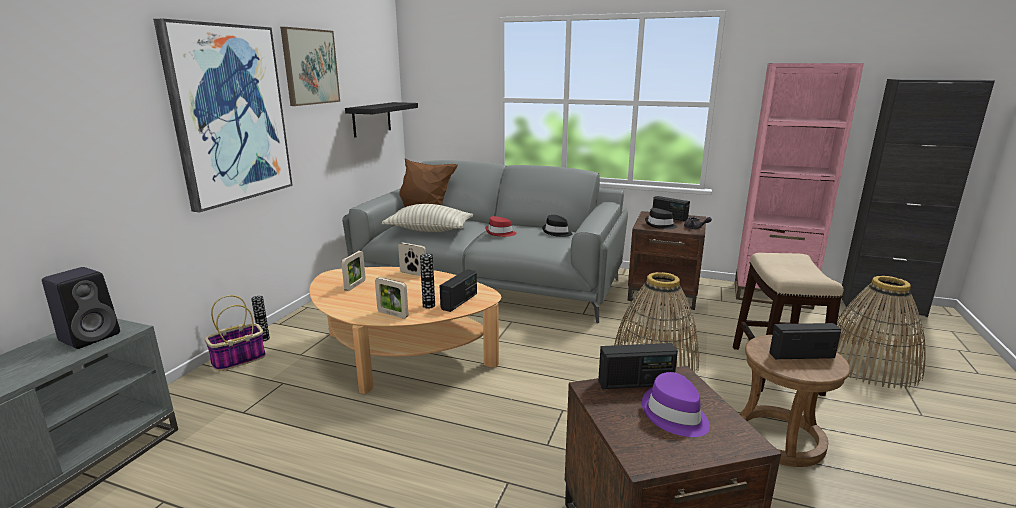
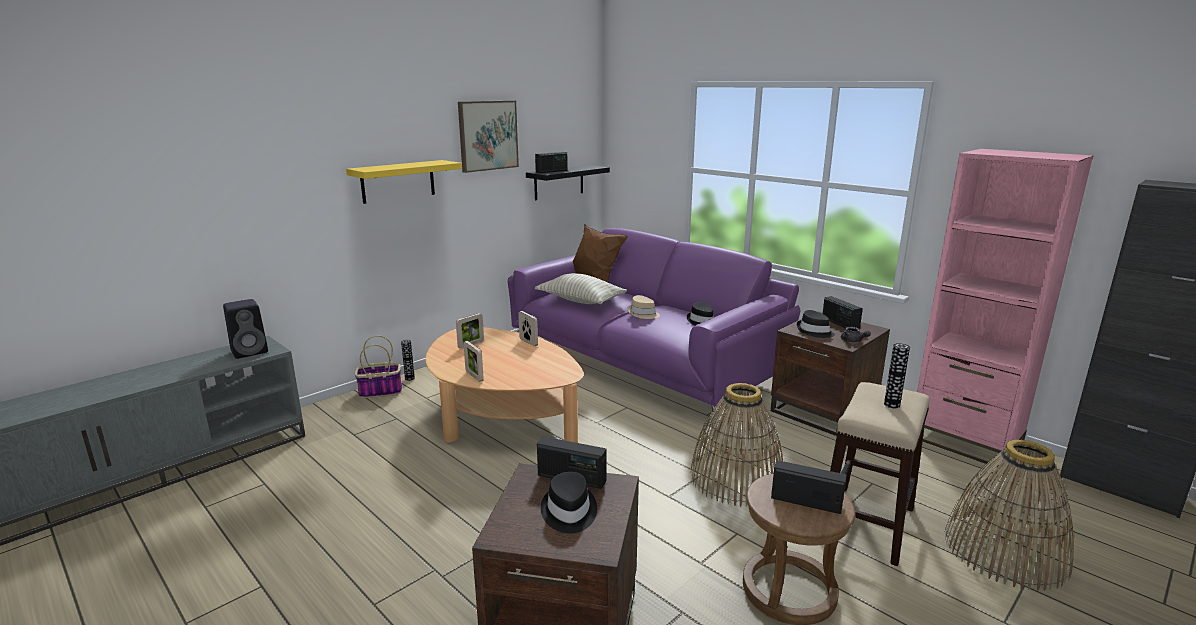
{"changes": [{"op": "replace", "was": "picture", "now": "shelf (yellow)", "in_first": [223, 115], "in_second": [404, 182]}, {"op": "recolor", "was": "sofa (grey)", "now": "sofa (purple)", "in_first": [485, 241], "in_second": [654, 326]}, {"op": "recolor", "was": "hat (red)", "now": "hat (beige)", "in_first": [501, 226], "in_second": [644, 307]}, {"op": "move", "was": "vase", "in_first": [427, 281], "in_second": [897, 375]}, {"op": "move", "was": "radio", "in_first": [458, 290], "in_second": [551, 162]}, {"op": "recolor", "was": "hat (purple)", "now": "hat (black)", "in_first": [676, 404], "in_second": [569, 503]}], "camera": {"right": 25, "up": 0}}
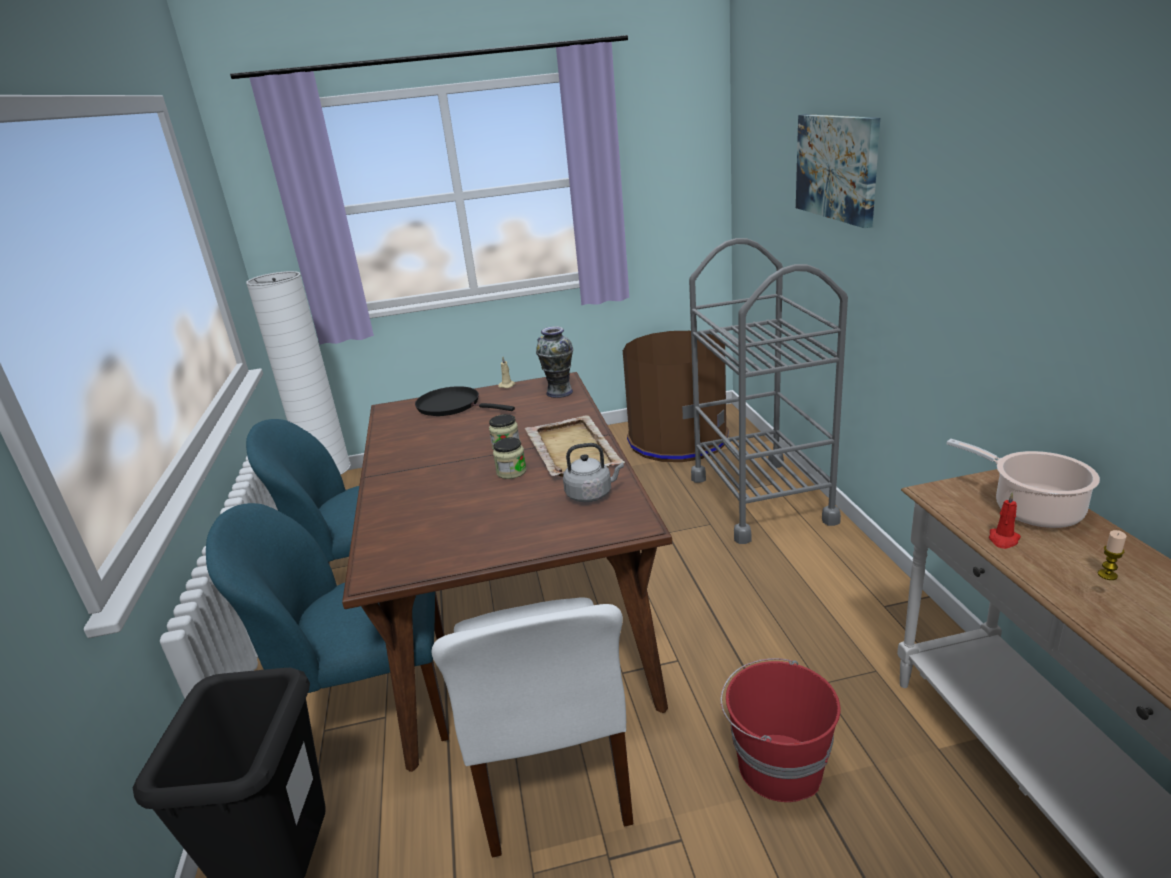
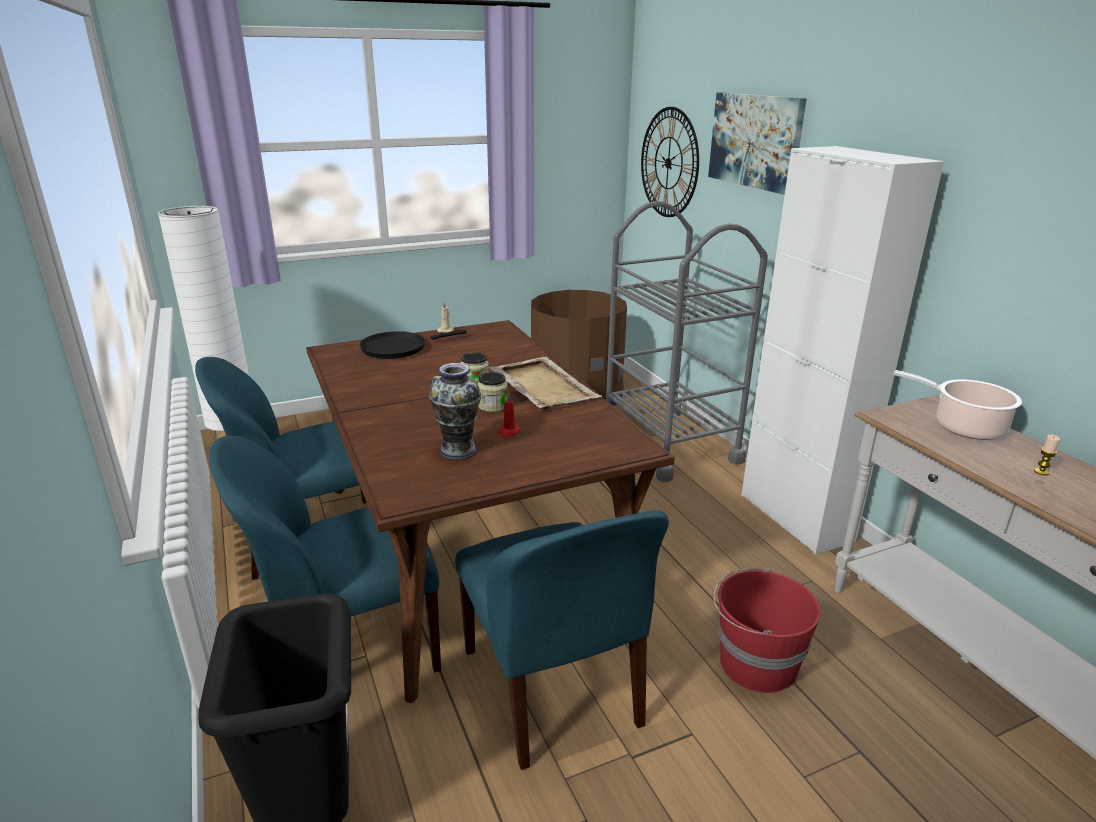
{"changes": [{"op": "move", "was": "vase", "in_first": [554, 362], "in_second": [455, 411]}, {"op": "rotate", "was": "frying pan (black)", "in_first": [465, 401], "in_second": [413, 344], "clockwise": -45}, {"op": "delete", "was": "kettle (grey)", "in_first": [593, 472]}, {"op": "move", "was": "candle (red)", "in_first": [1005, 520], "in_second": [509, 416]}, {"op": "recolor", "was": "chair (white)", "now": "chair (blue)", "in_first": [532, 727], "in_second": [562, 640]}, {"op": "insert", "now": "wall clock", "in_second": [670, 162]}, {"op": "insert", "now": "cabinet (white)", "in_second": [842, 350]}], "camera": {"right": -15, "up": 0}}
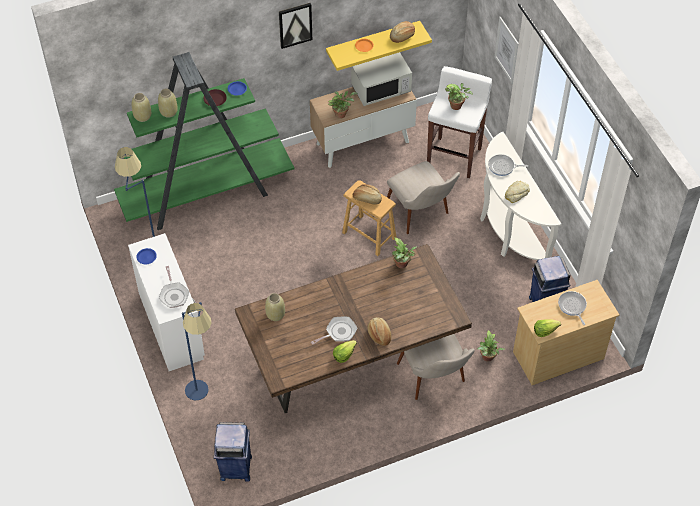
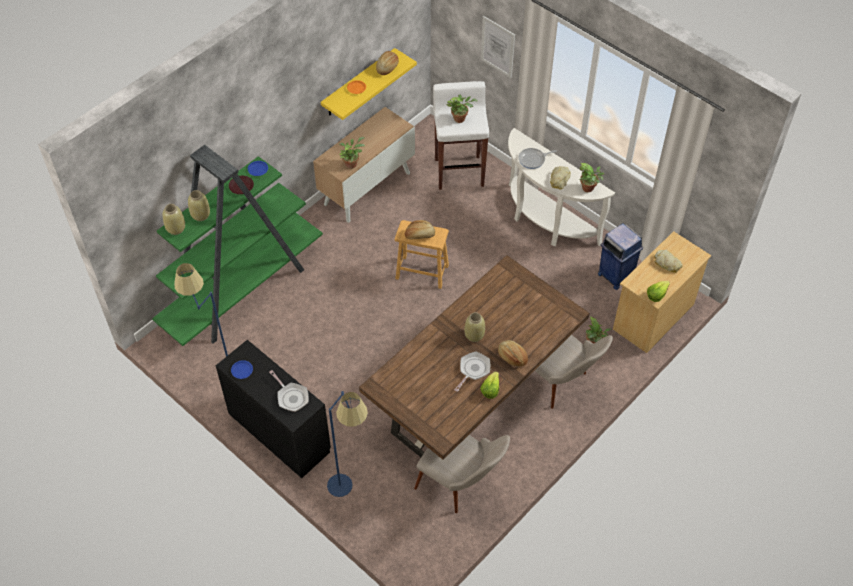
{"changes": [{"op": "delete", "was": "picture", "in_first": [295, 26]}, {"op": "delete", "was": "microwave (white)", "in_first": [381, 79]}, {"op": "move", "was": "chair (beige)", "in_first": [423, 197], "in_second": [462, 474]}, {"op": "recolor", "was": "desk (white)", "now": "desk (black)", "in_first": [166, 302], "in_second": [273, 409]}, {"op": "move", "was": "potted plant", "in_first": [404, 252], "in_second": [592, 177]}, {"op": "replace", "was": "frying pan", "now": "bread", "in_first": [572, 308], "in_second": [668, 261]}, {"op": "move", "was": "vase (beige)", "in_first": [275, 307], "in_second": [475, 327]}, {"op": "delete", "was": "trash can (blue)", "in_first": [233, 452]}], "camera": {"right": -25, "up": 0}}
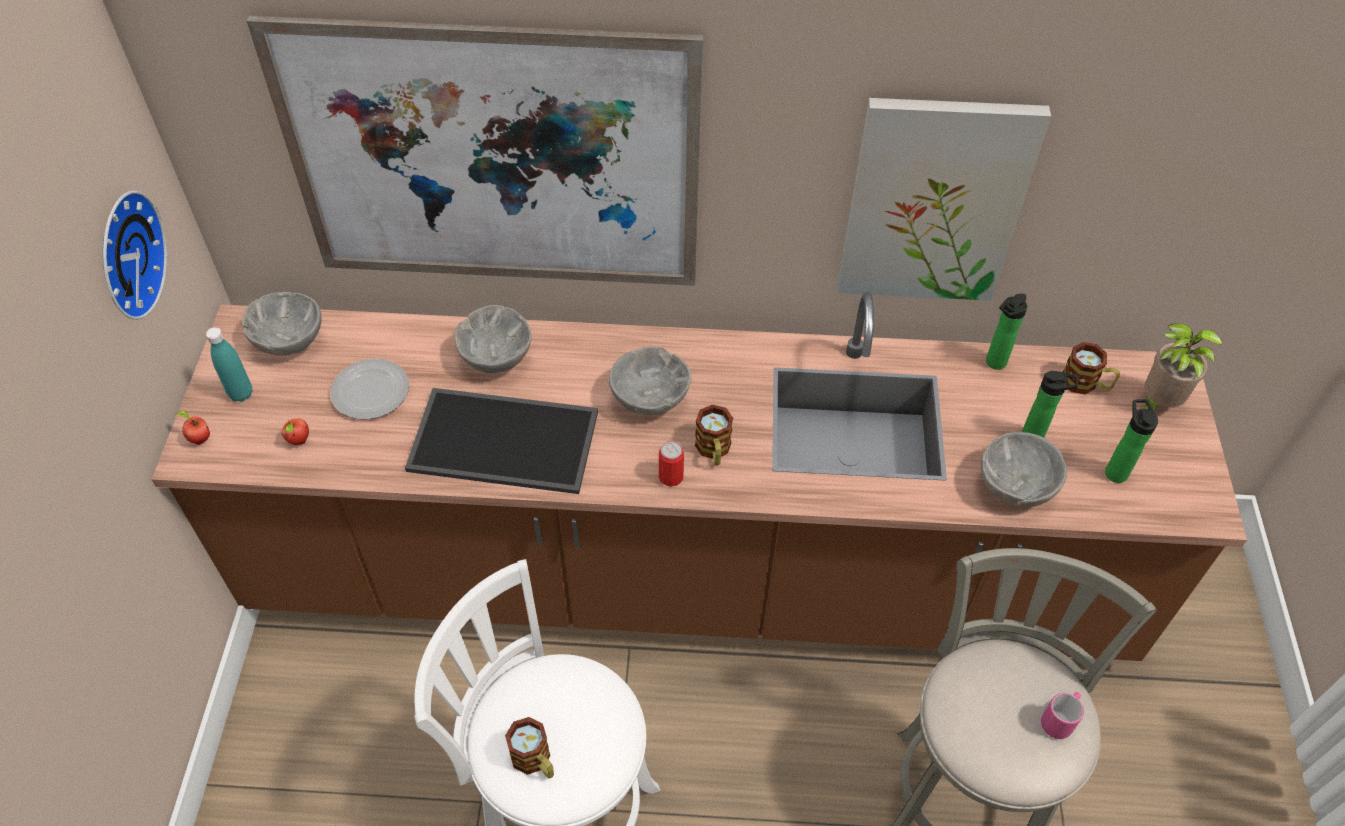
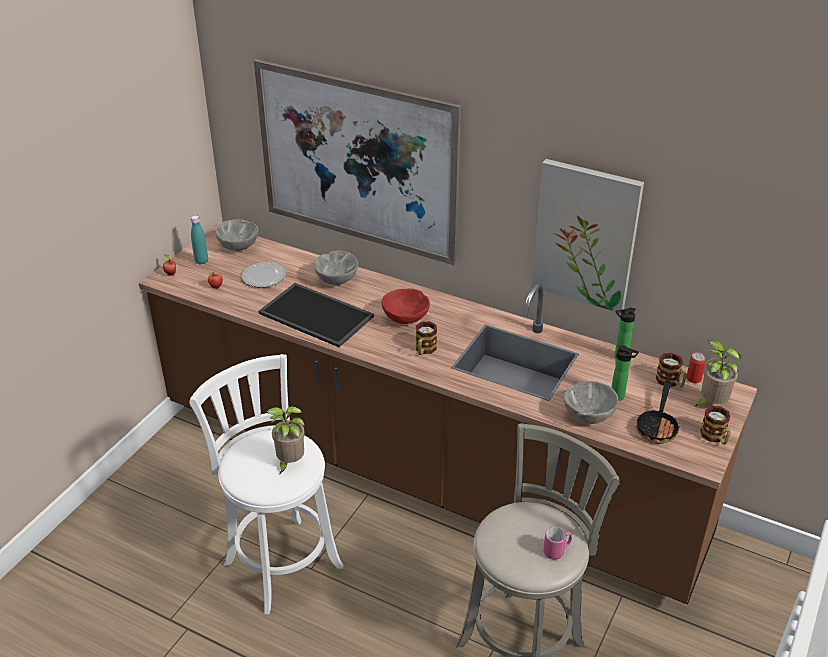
{"changes": [{"op": "delete", "was": "wall clock", "in_first": [135, 255]}, {"op": "recolor", "was": "bowl (grey)", "now": "bowl (red)", "in_first": [650, 380], "in_second": [405, 306]}, {"op": "replace", "was": "bottle", "now": "frying pan", "in_first": [1131, 441], "in_second": [658, 412]}, {"op": "move", "was": "can", "in_first": [671, 463], "in_second": [696, 367]}, {"op": "move", "was": "mug", "in_first": [529, 747], "in_second": [716, 425]}, {"op": "insert", "now": "potted plant", "in_second": [285, 440]}], "camera": {"right": 25, "up": -15}}
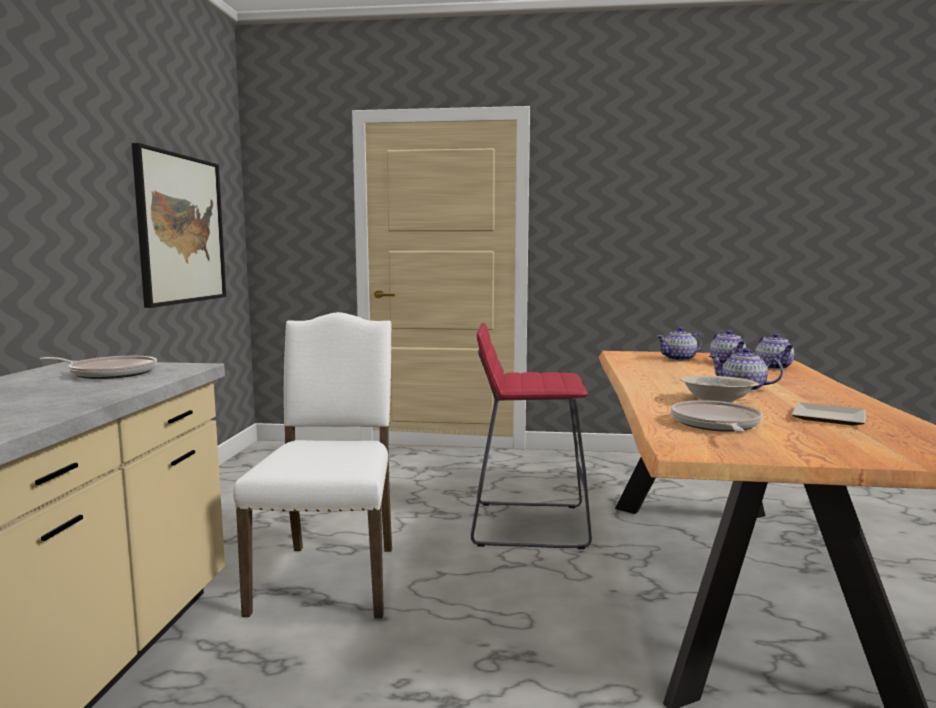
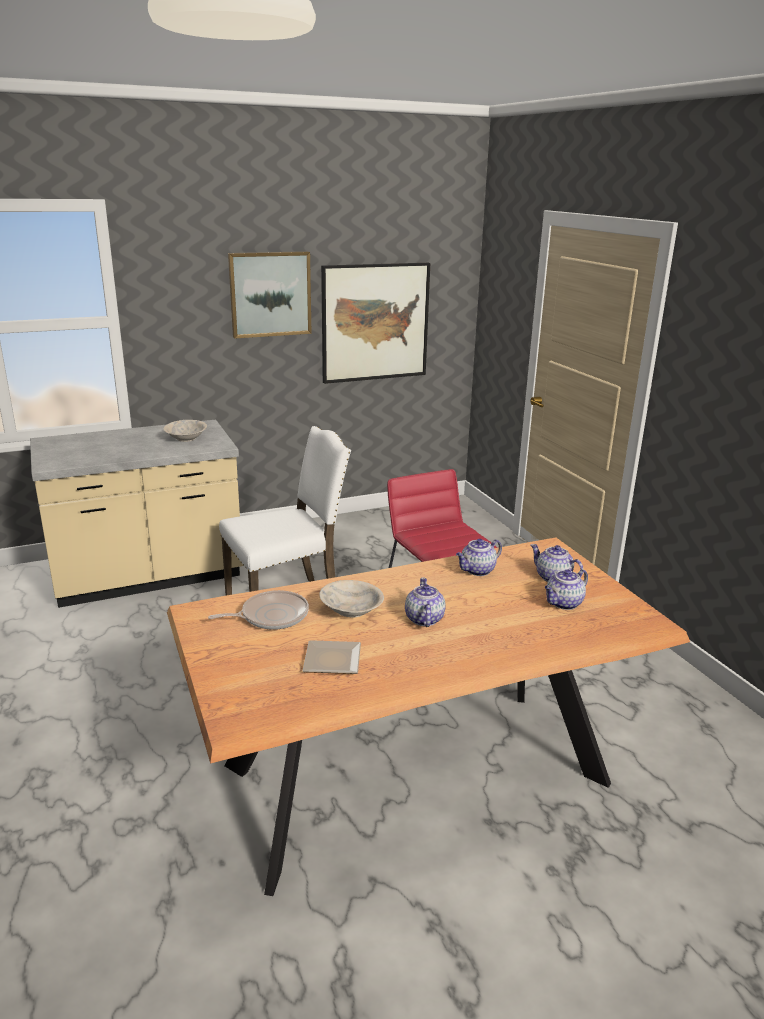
{"changes": [{"op": "move", "was": "teapot", "in_first": [774, 351], "in_second": [479, 557]}, {"op": "replace", "was": "frying pan", "now": "bowl (beige)", "in_first": [98, 367], "in_second": [185, 431]}, {"op": "insert", "now": "picture", "in_second": [270, 295]}], "camera": {"right": 60, "up": 15}}
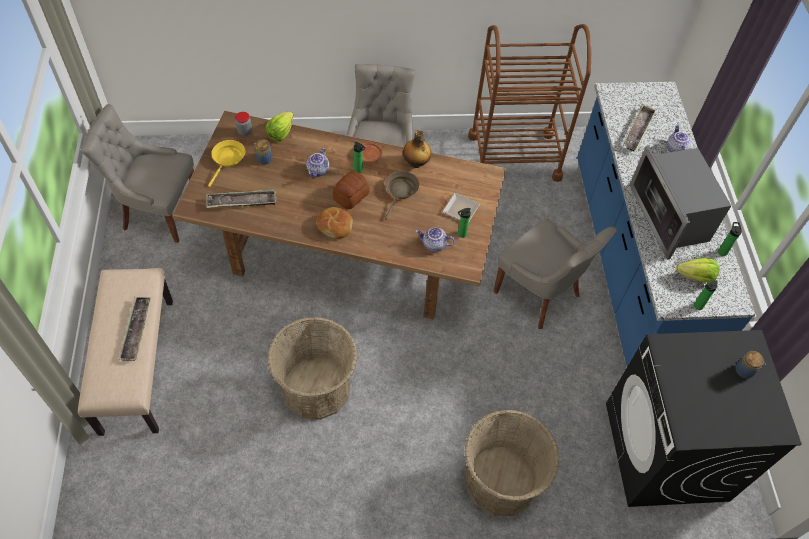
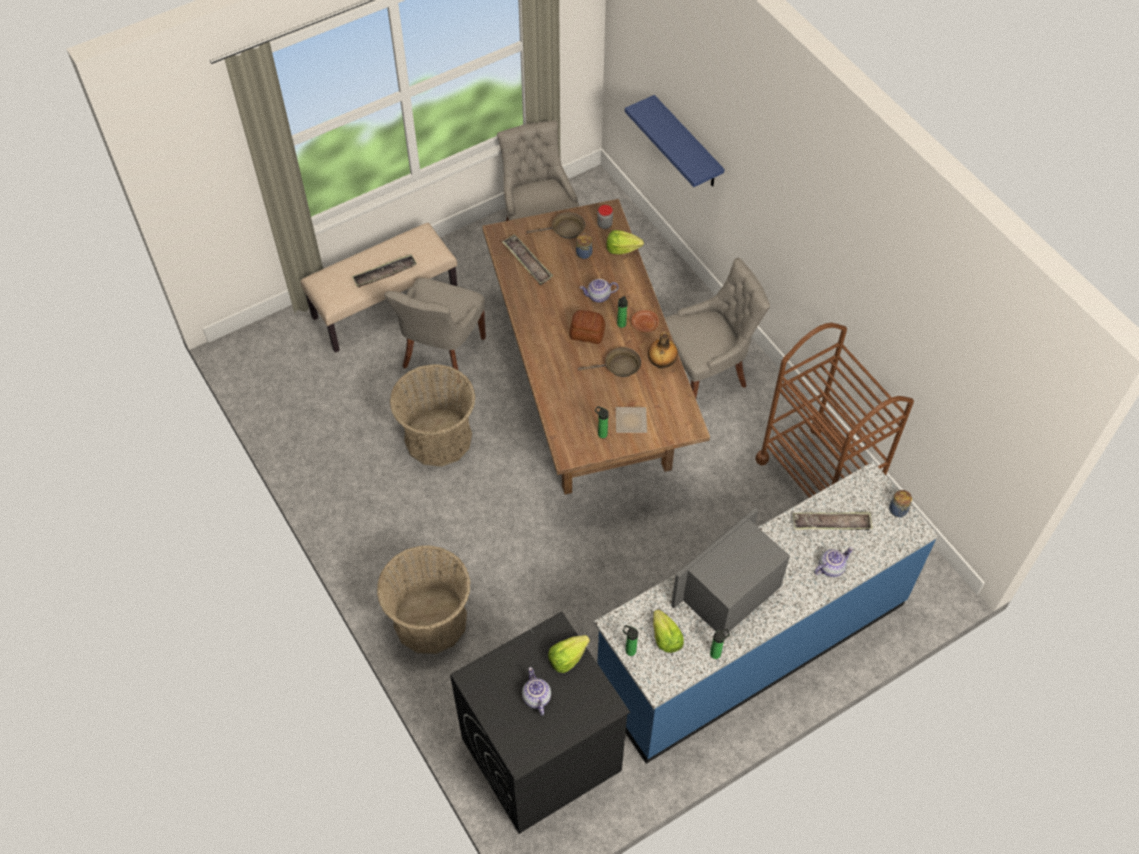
{"changes": [{"op": "recolor", "was": "frying pan (yellow)", "now": "frying pan (brown)", "in_first": [226, 163], "in_second": [556, 225]}, {"op": "delete", "was": "bread", "in_first": [335, 223]}, {"op": "move", "was": "chair (grey)", "in_first": [555, 274], "in_second": [435, 330]}, {"op": "move", "was": "teapot", "in_first": [435, 239], "in_second": [536, 691]}, {"op": "move", "was": "jar", "in_first": [751, 364], "in_second": [900, 503]}, {"op": "insert", "now": "shelf (blue)", "in_second": [675, 141]}, {"op": "insert", "now": "lettuce", "in_second": [569, 654]}], "camera": {"right": 65, "up": 0}}
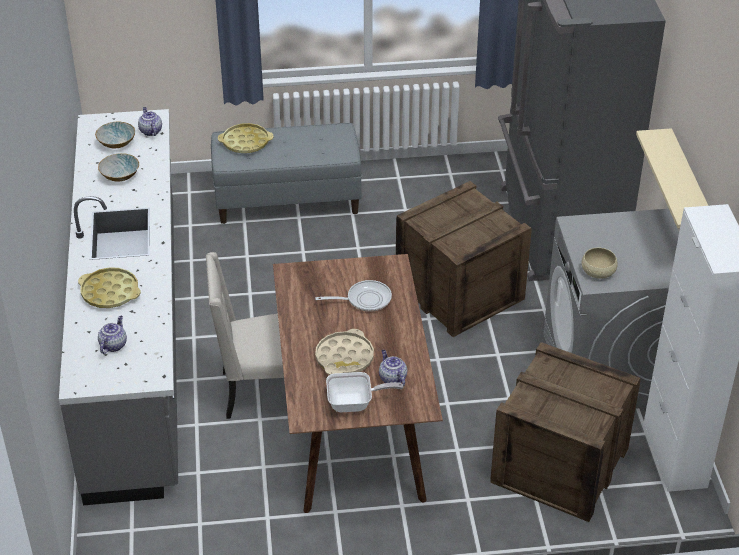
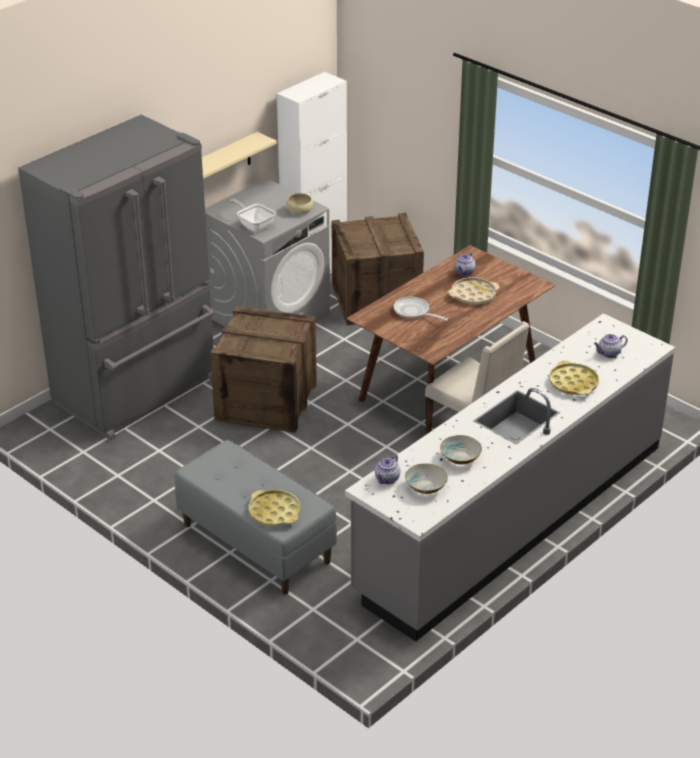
{"changes": [{"op": "move", "was": "frying pan", "in_first": [364, 392], "in_second": [253, 215]}], "camera": {"right": -130, "up": -5}}
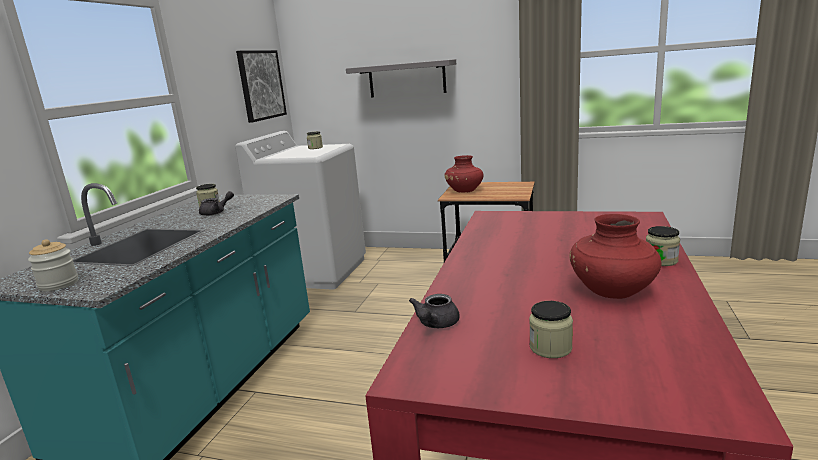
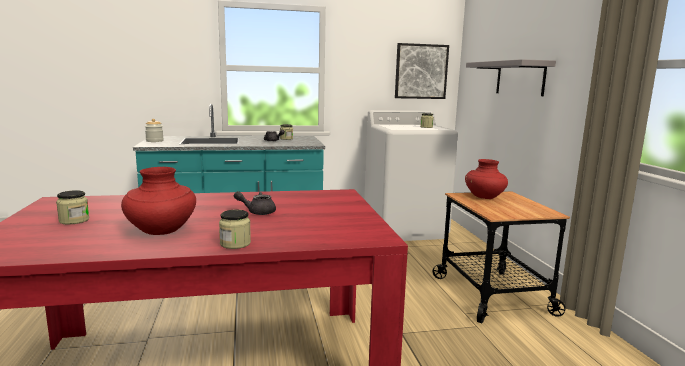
{"changes": [{"op": "move", "was": "teapot (grey)", "in_first": [434, 311], "in_second": [255, 203]}], "camera": {"right": 60, "up": -5}}
